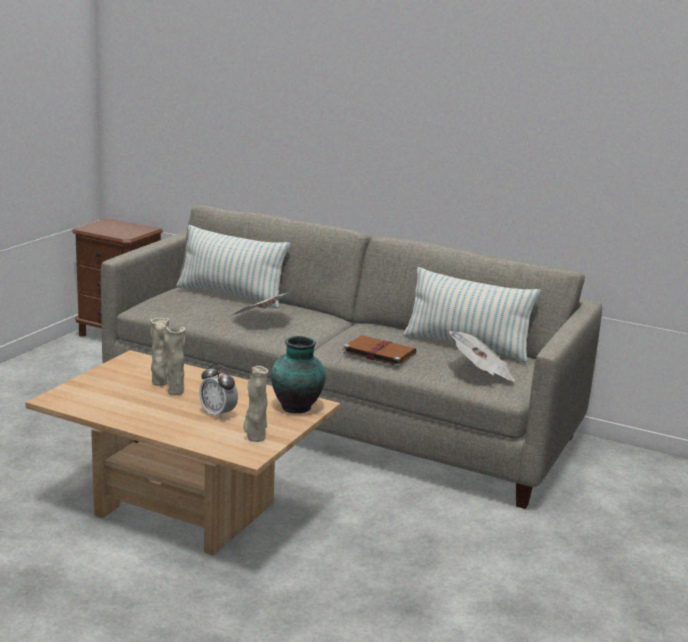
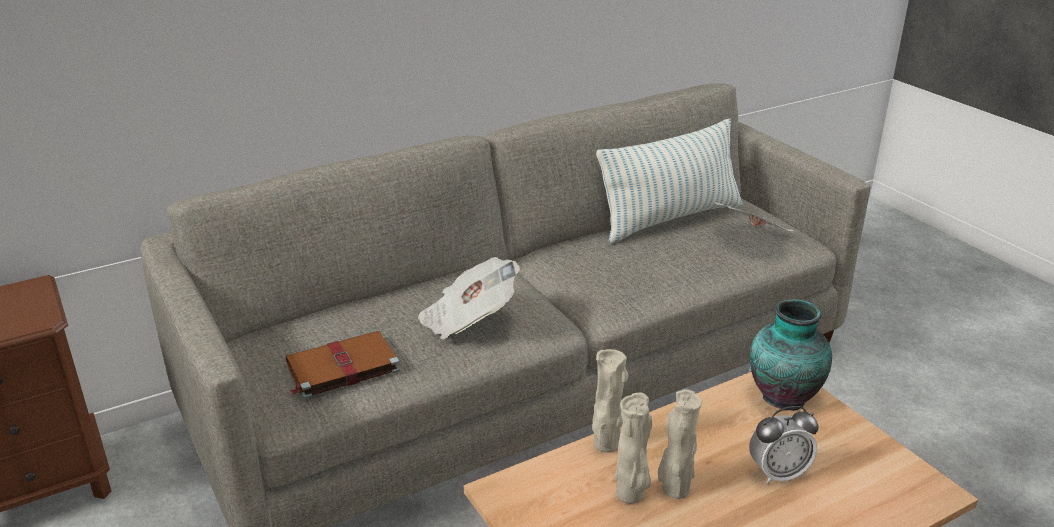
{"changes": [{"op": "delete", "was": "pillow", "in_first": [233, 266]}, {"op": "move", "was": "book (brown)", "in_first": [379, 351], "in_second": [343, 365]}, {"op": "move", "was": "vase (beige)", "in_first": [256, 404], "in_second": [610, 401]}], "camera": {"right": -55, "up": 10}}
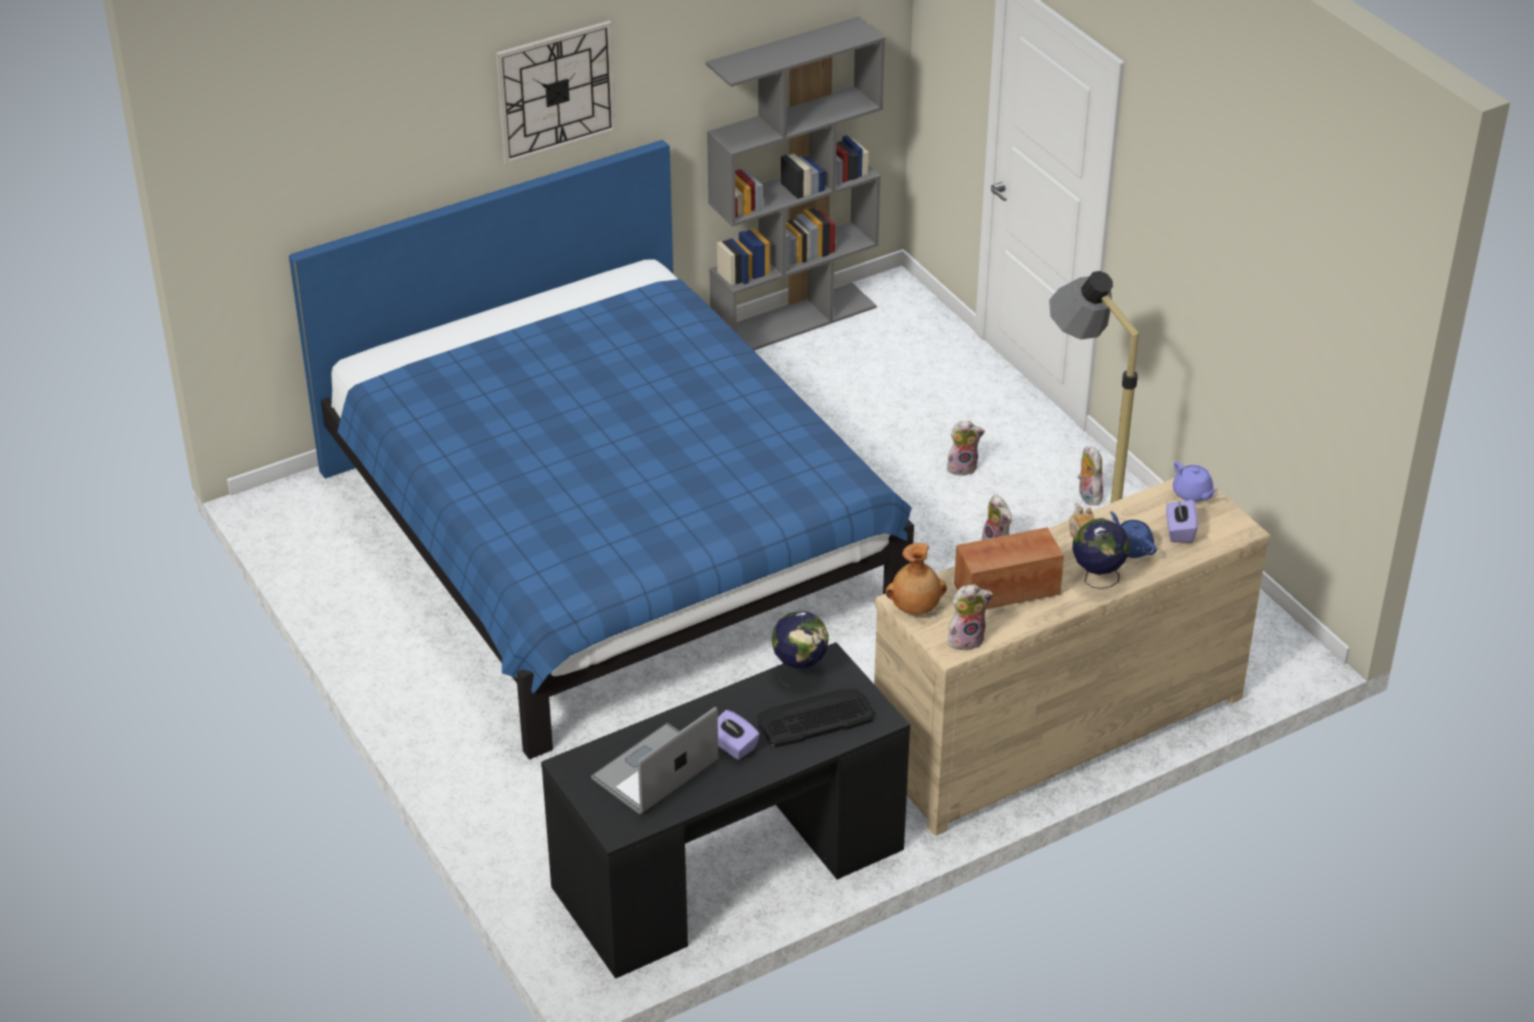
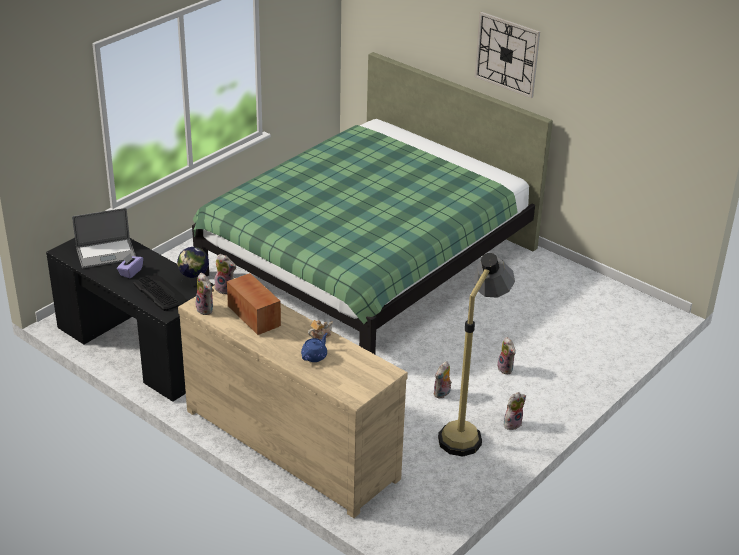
{"changes": [{"op": "delete", "was": "bookcase (grey)", "in_first": [795, 183]}, {"op": "recolor", "was": "bed (blue)", "now": "bed (green)", "in_first": [601, 449], "in_second": [372, 203]}, {"op": "delete", "was": "teapot (purple)", "in_first": [1195, 482]}, {"op": "delete", "was": "tissue box (purple)", "in_first": [1182, 521]}, {"op": "delete", "was": "globe", "in_first": [1101, 553]}, {"op": "replace", "was": "vase (brown)", "now": "plush toy", "in_first": [916, 579], "in_second": [225, 274]}, {"op": "rotate", "was": "laptop", "in_first": [654, 760], "in_second": [104, 238], "clockwise": 135}], "camera": {"right": 70, "up": -5}}
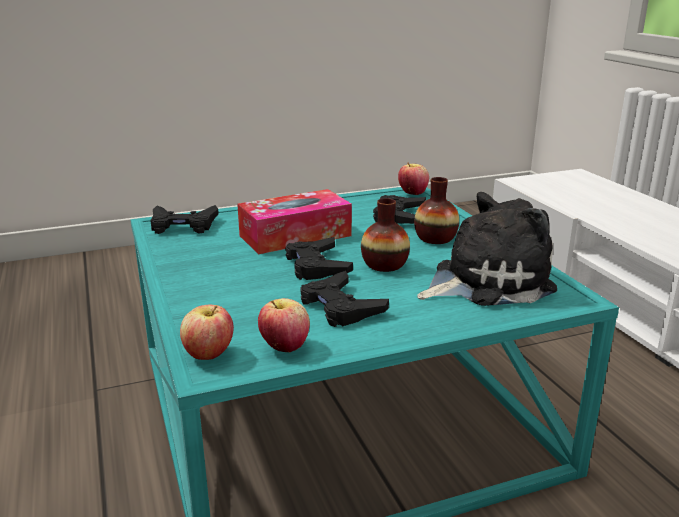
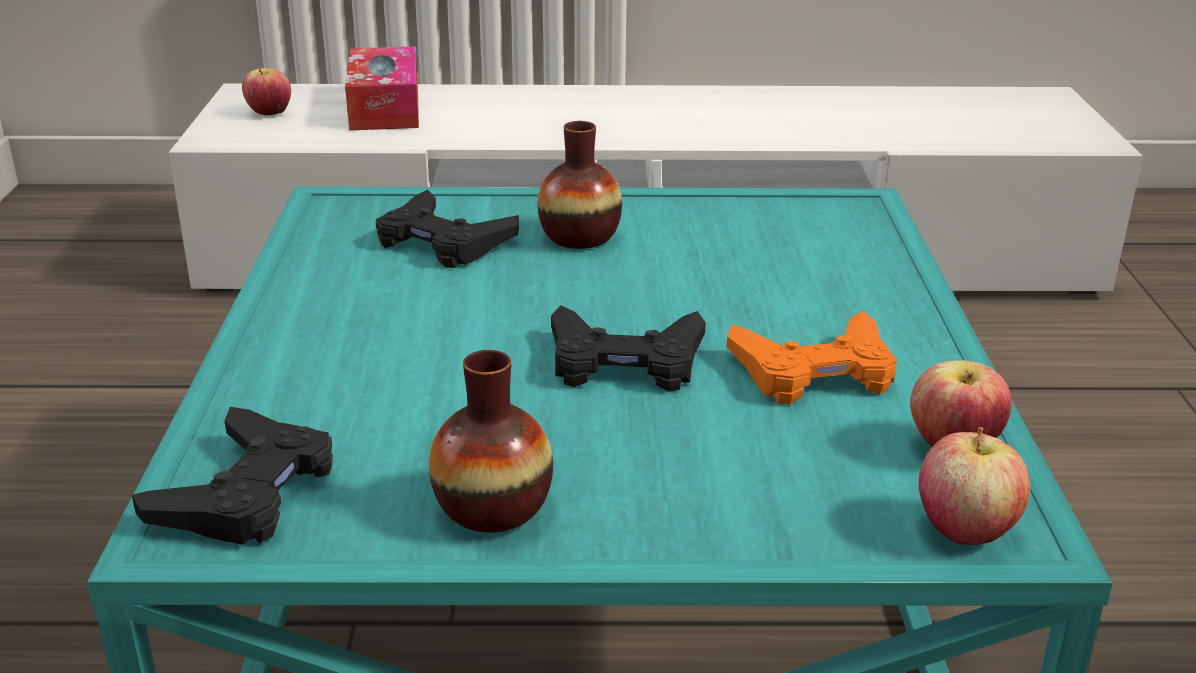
{"changes": [{"op": "move", "was": "apple", "in_first": [413, 178], "in_second": [266, 91]}, {"op": "move", "was": "tissue box", "in_first": [294, 221], "in_second": [382, 88]}, {"op": "delete", "was": "plush toy", "in_first": [487, 249]}, {"op": "move", "was": "vase", "in_first": [385, 235], "in_second": [491, 441]}, {"op": "recolor", "was": "game controller (black)", "now": "game controller (orange)", "in_first": [344, 299], "in_second": [812, 358]}], "camera": {"right": -70, "up": 5}}
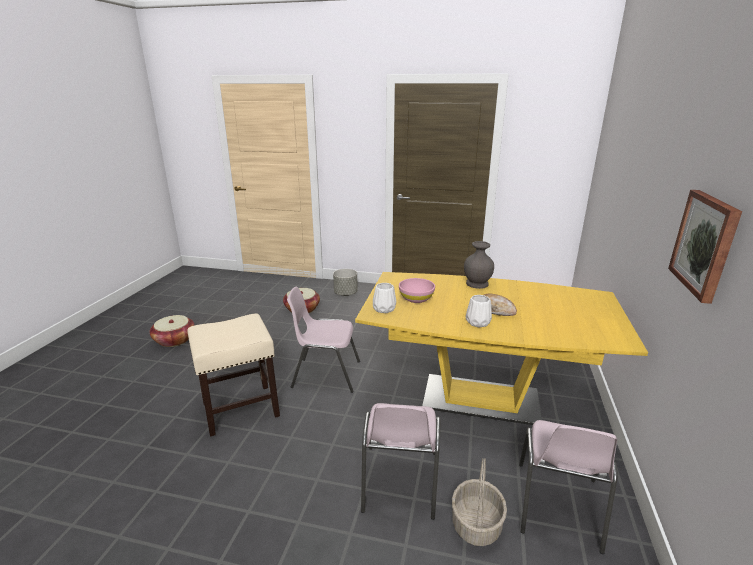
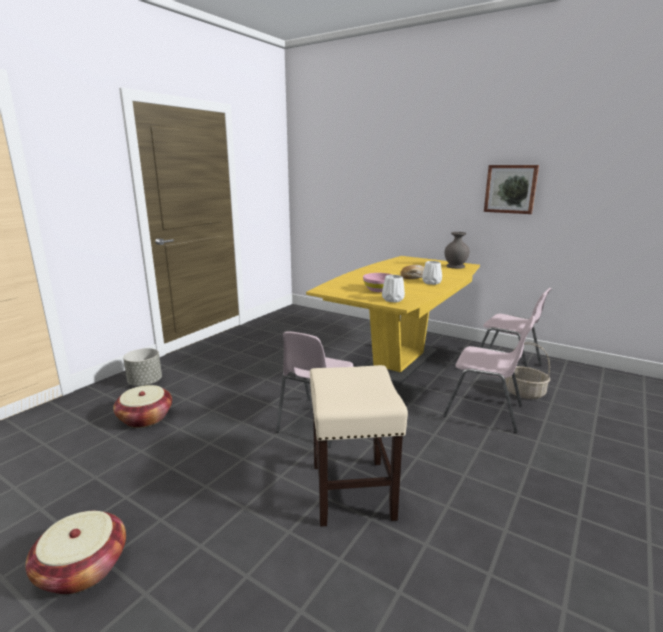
{"changes": [{"op": "move", "was": "vase (grey)", "in_first": [479, 265], "in_second": [457, 250]}], "camera": {"right": -70, "up": -5}}
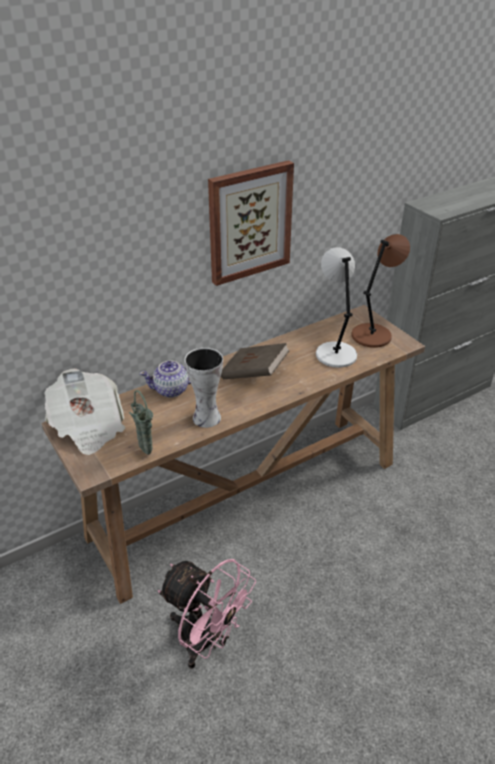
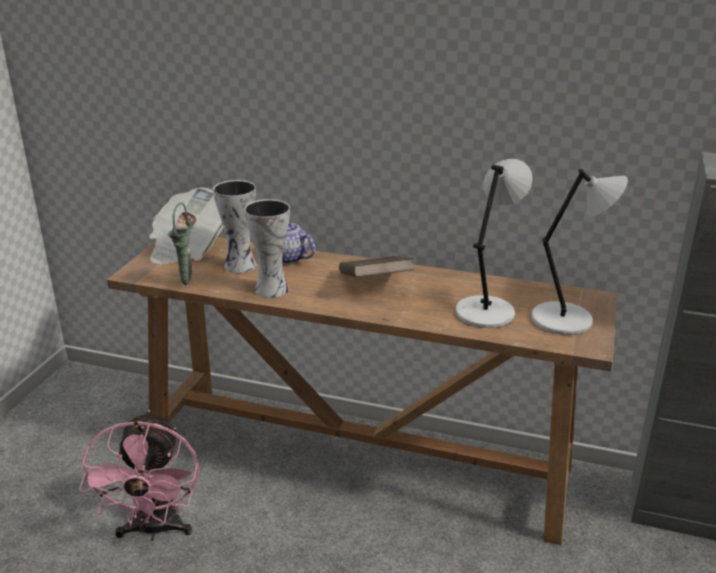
{"changes": [{"op": "delete", "was": "picture", "in_first": [251, 223]}, {"op": "recolor", "was": "table lamp (brown)", "now": "table lamp (grey)", "in_first": [381, 291], "in_second": [579, 251]}, {"op": "insert", "now": "vase", "in_second": [235, 226]}], "camera": {"right": 50, "up": -10}}
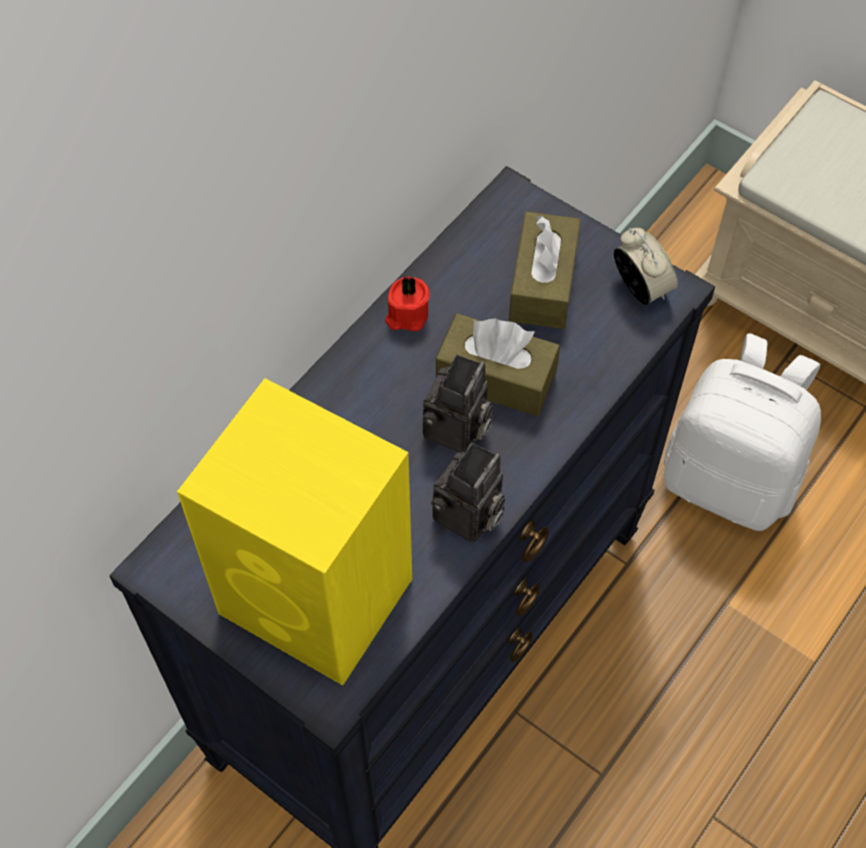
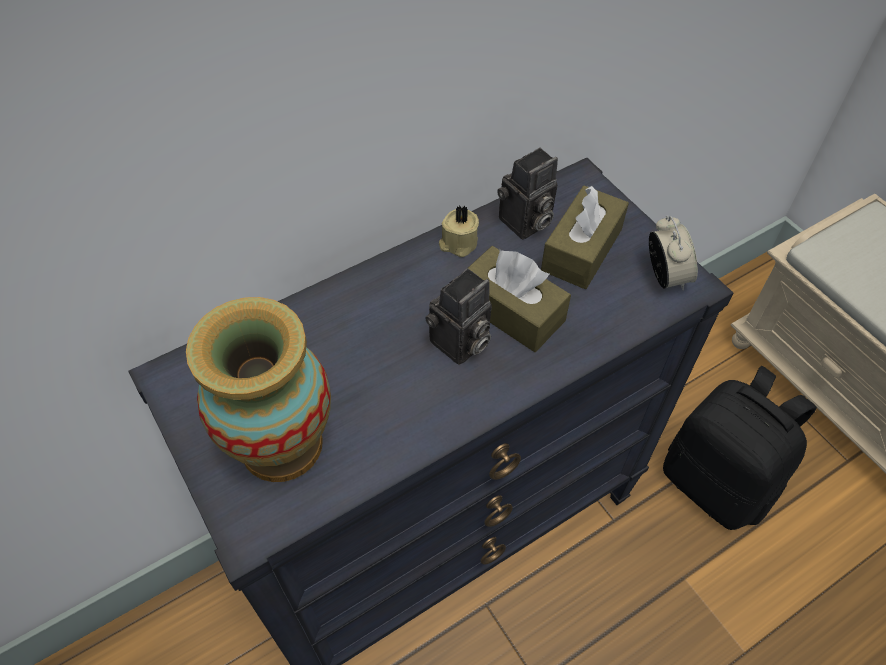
{"changes": [{"op": "recolor", "was": "candle (red)", "now": "candle (beige)", "in_first": [407, 303], "in_second": [459, 231]}, {"op": "recolor", "was": "backpack (white)", "now": "backpack (black)", "in_first": [742, 432], "in_second": [740, 448]}, {"op": "replace", "was": "speaker (yellow)", "now": "vase", "in_first": [294, 531], "in_second": [258, 389]}, {"op": "move", "was": "photo camera", "in_first": [468, 493], "in_second": [528, 193]}], "camera": {"right": 20, "up": -5}}
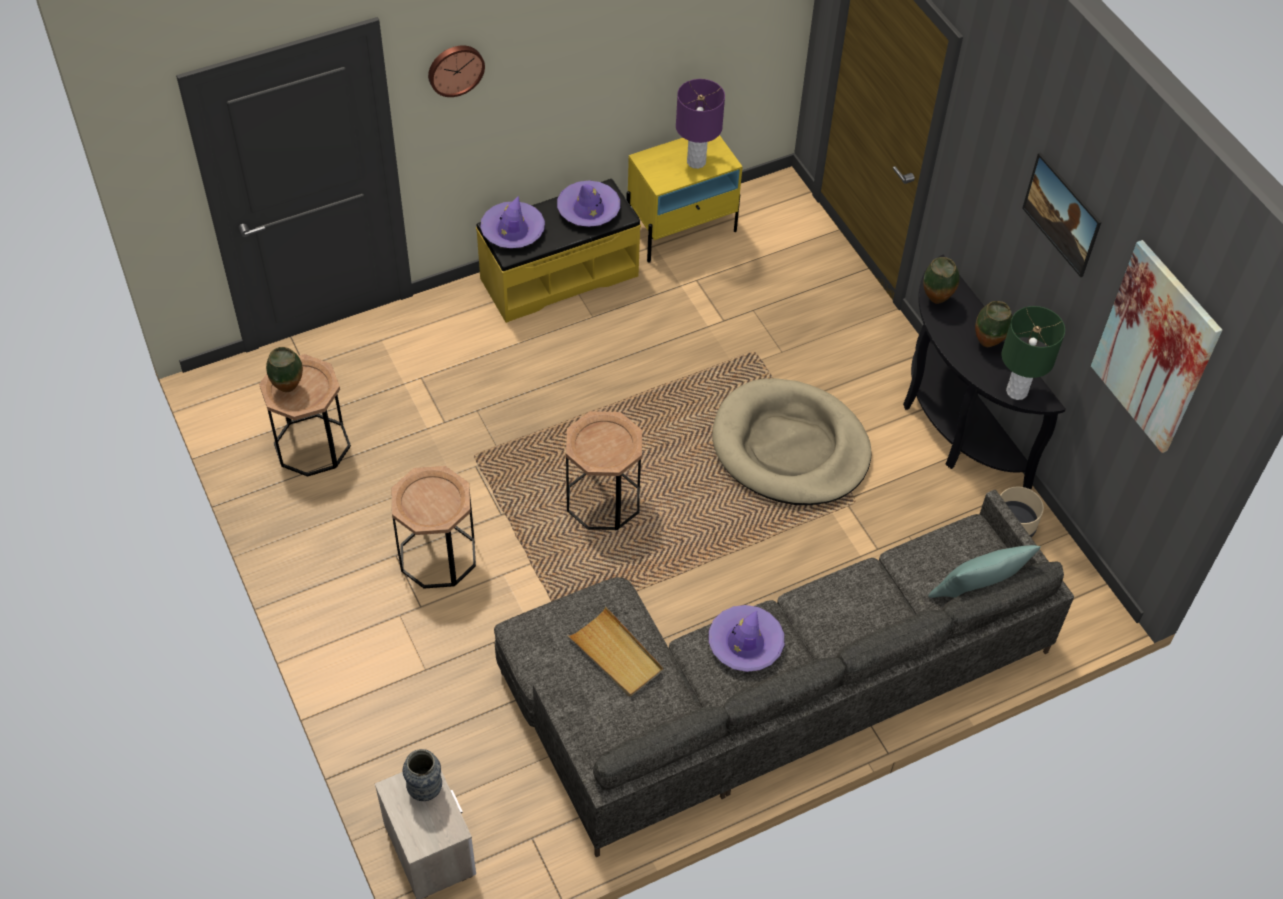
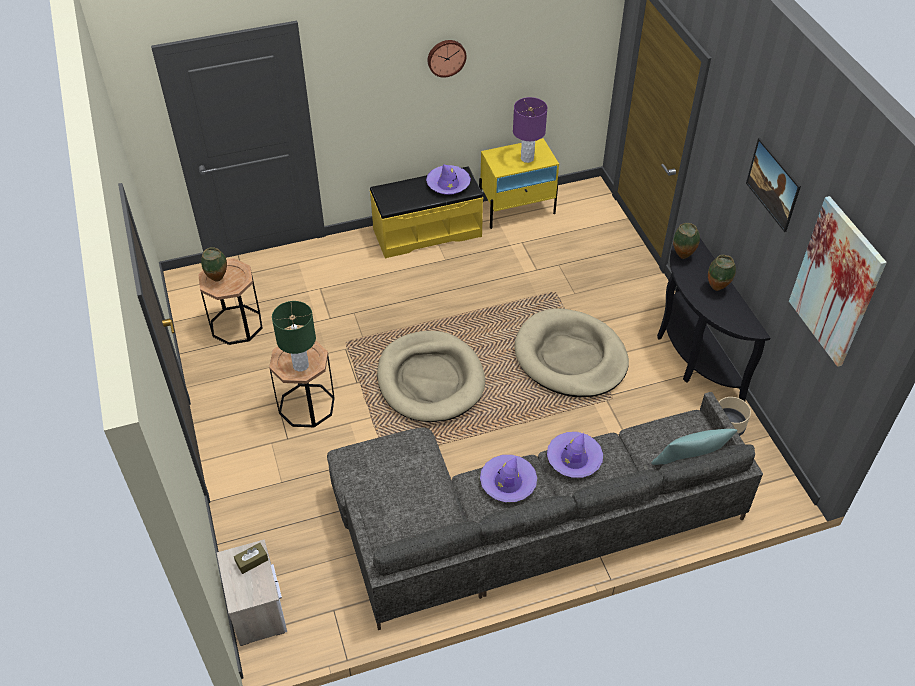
{"changes": [{"op": "move", "was": "wall clock", "in_first": [456, 71], "in_second": [447, 59]}, {"op": "move", "was": "hat (purple)", "in_first": [512, 222], "in_second": [575, 455]}, {"op": "move", "was": "table lamp (green)", "in_first": [1033, 353], "in_second": [294, 336]}, {"op": "replace", "was": "side table (brown)", "now": "dog bed (beige)", "in_first": [604, 470], "in_second": [431, 376]}, {"op": "delete", "was": "tray (beige)", "in_first": [615, 652]}, {"op": "replace", "was": "vase", "now": "tissue box (brown)", "in_first": [422, 775], "in_second": [251, 558]}], "camera": {"right": 10, "up": -5}}
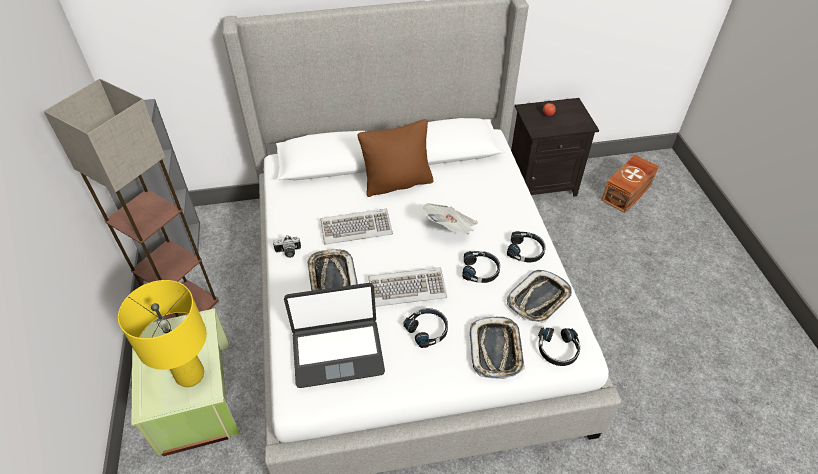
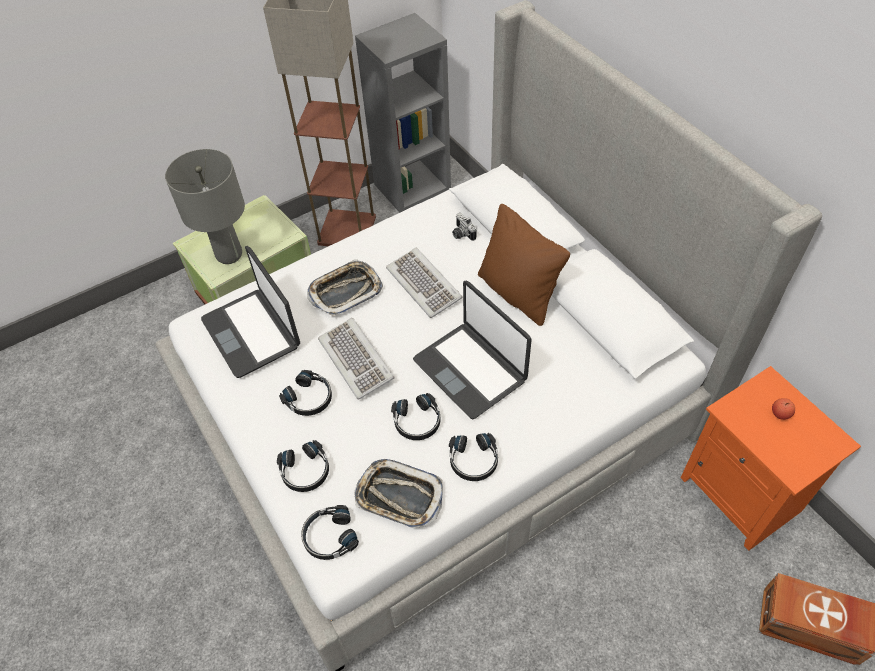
{"changes": [{"op": "recolor", "was": "nightstand (black)", "now": "nightstand (orange)", "in_first": [555, 147], "in_second": [771, 458]}, {"op": "replace", "was": "newspaper", "now": "laptop", "in_first": [450, 218], "in_second": [472, 349]}, {"op": "move", "was": "photo camera", "in_first": [287, 246], "in_second": [464, 227]}, {"op": "recolor", "was": "table lamp (yellow)", "now": "table lamp (grey)", "in_first": [162, 333], "in_second": [205, 206]}, {"op": "replace", "was": "tray", "now": "headphones (black)", "in_first": [497, 347], "in_second": [303, 466]}], "camera": {"right": 70, "up": 5}}
